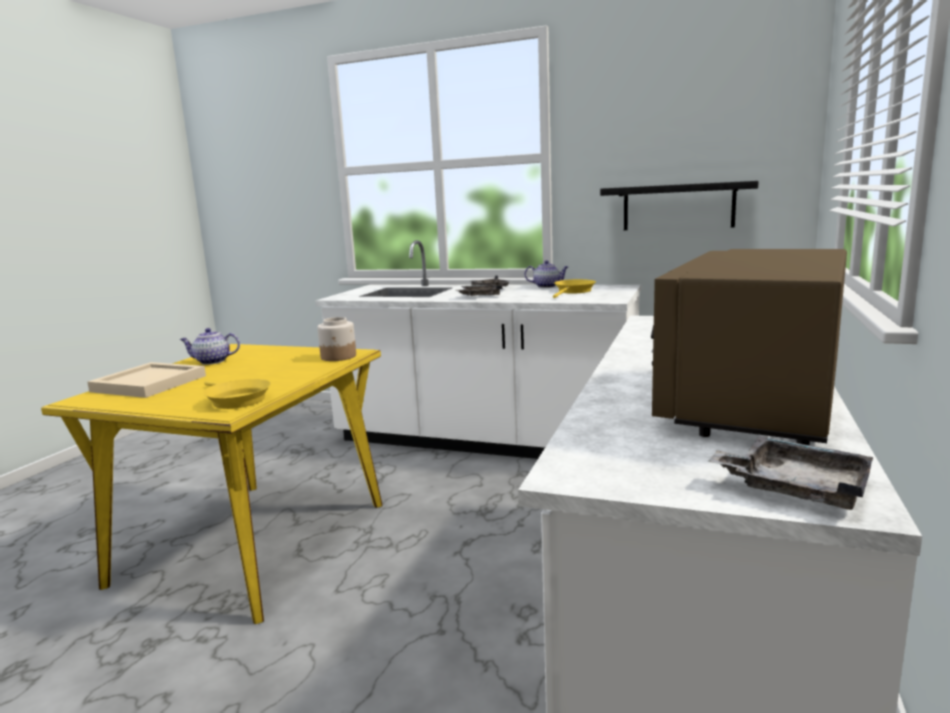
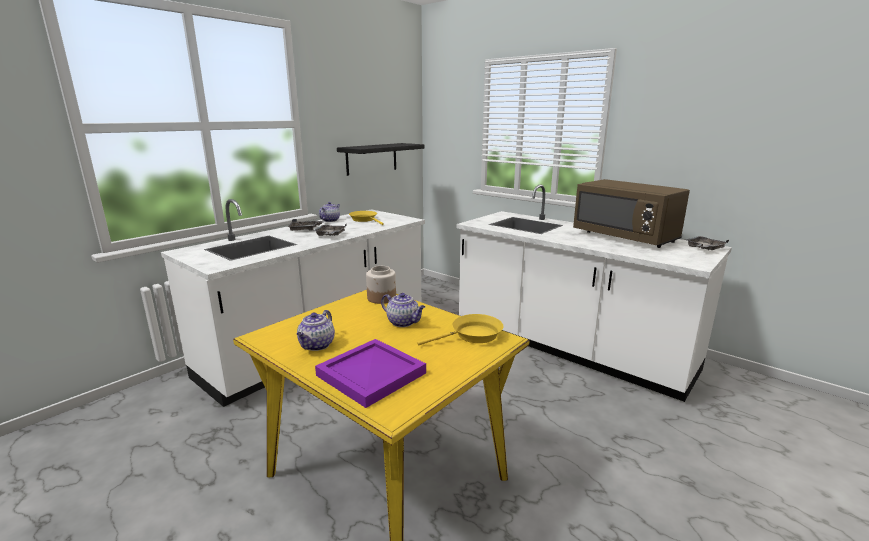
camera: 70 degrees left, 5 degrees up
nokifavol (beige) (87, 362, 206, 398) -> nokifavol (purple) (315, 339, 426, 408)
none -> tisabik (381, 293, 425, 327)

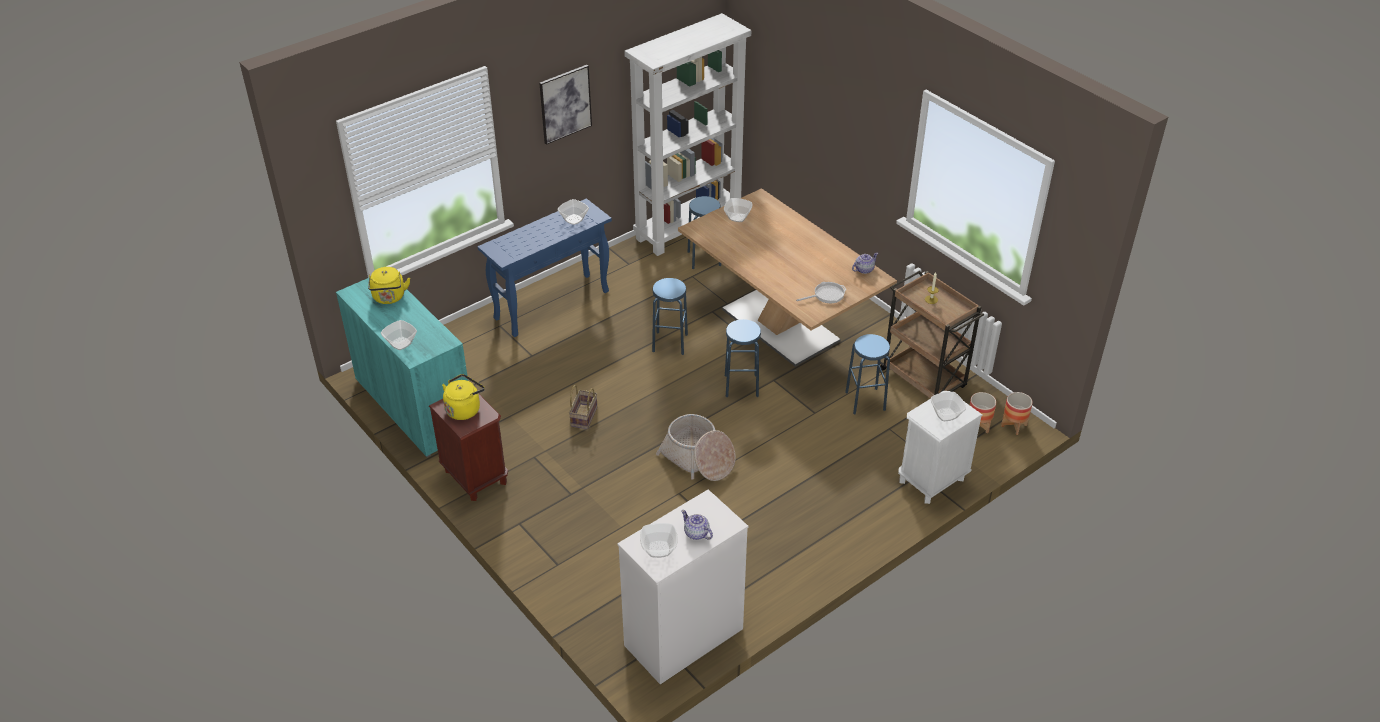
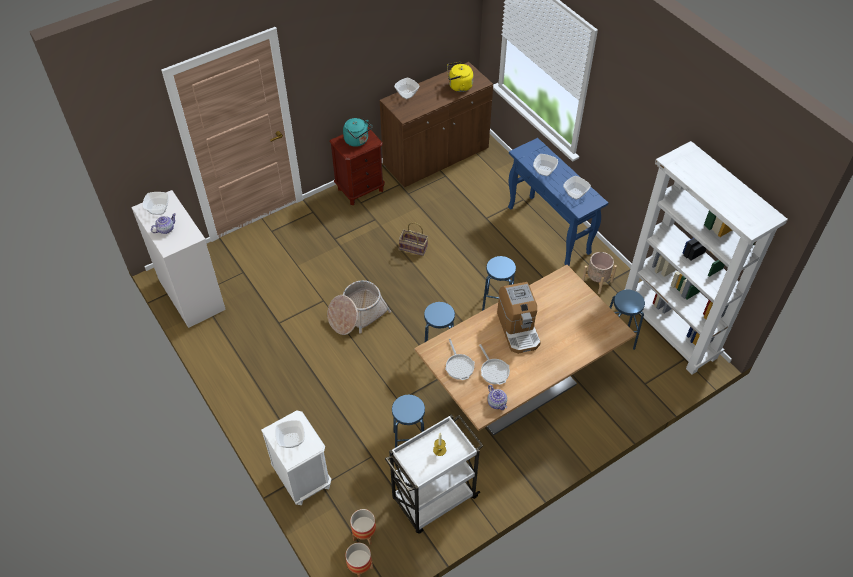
camera: 95 degrees right, 10 degrees up
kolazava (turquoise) (336, 278, 468, 457) -> kolazava (brown) (379, 62, 493, 187)
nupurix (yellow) (442, 374, 485, 420) -> nupurix (turquoise) (343, 118, 372, 147)
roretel (539, 65, 592, 145) -> none
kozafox (724, 198, 752, 222) -> kozafox (533, 154, 558, 176), moved
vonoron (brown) (880, 271, 984, 399) -> vonoron (white) (385, 414, 483, 534)
none -> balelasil (479, 344, 510, 385)
none -> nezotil (497, 282, 541, 354)
none -> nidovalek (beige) (582, 252, 617, 294)

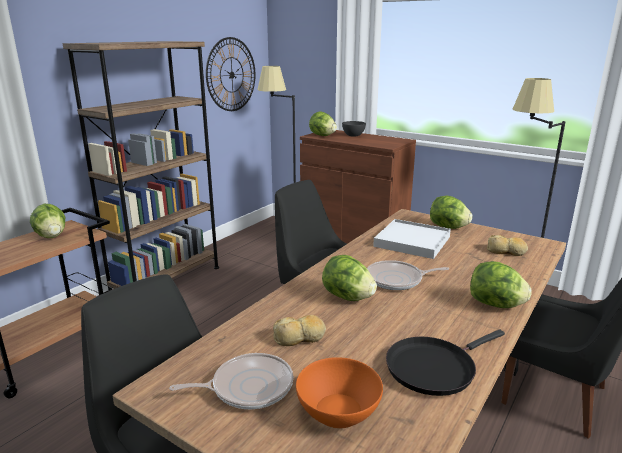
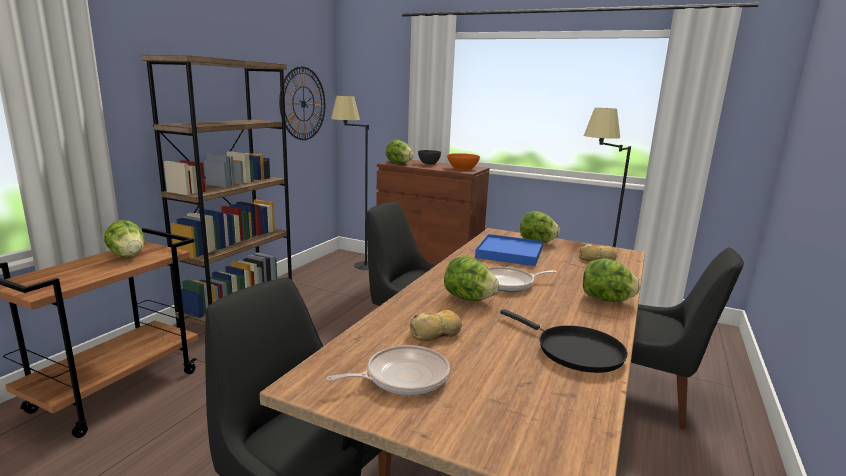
camera: 10 degrees left, 5 degrees down
kozafox (orange) (296, 357, 383, 428) -> kozafox (orange) (447, 153, 480, 170), moved
nokifavol (white) (373, 219, 451, 259) -> nokifavol (blue) (475, 234, 543, 266)
balelasil (black) (386, 329, 505, 396) -> balelasil (black) (500, 309, 628, 373), 90 degrees counterclockwise

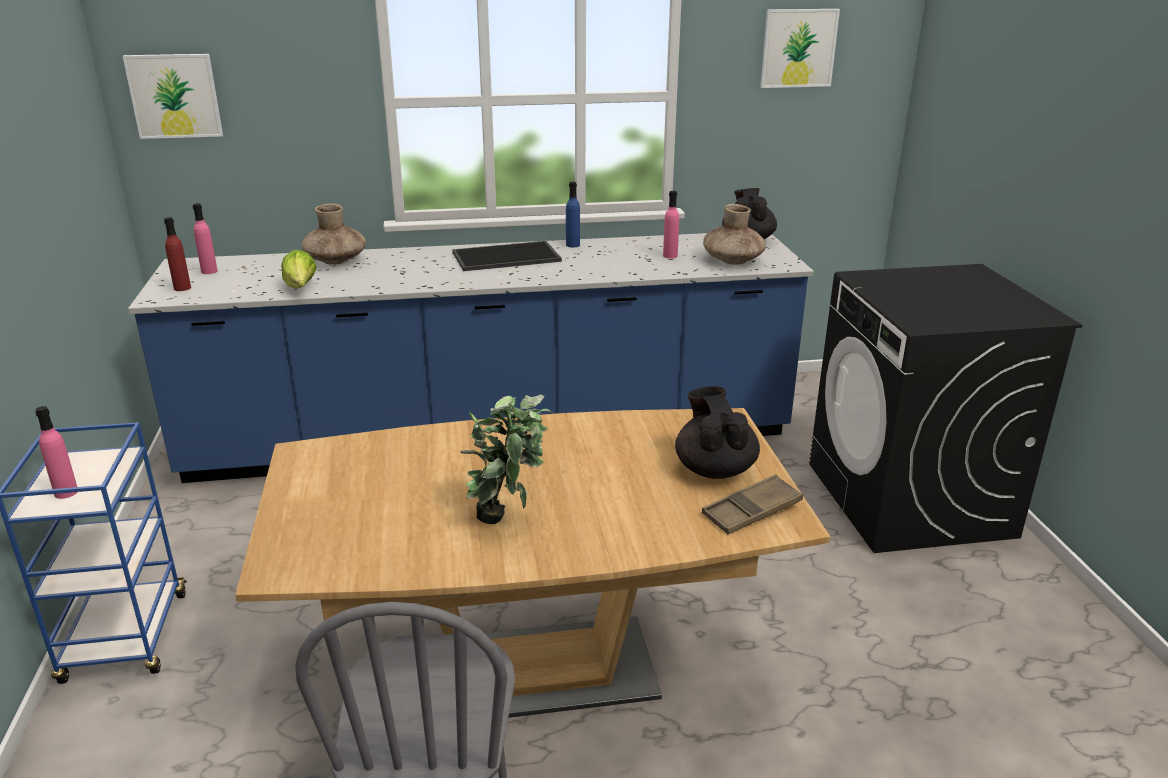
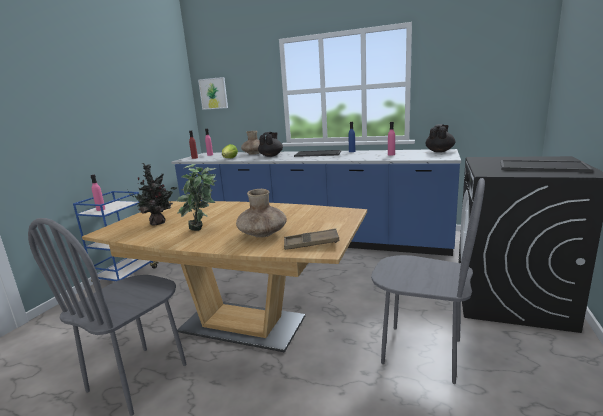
camera: 30 degrees right, 10 degrees down
tisabik (black) (675, 386, 760, 479) -> tisabik (black) (258, 132, 283, 157), moved
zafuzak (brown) (703, 204, 766, 265) -> zafuzak (brown) (236, 189, 287, 238), moved
roretel (760, 9, 840, 88) -> none
none -> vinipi (129, 163, 177, 226)
none -> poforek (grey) (371, 178, 485, 384)
none -> nokifavol (500, 160, 593, 172)

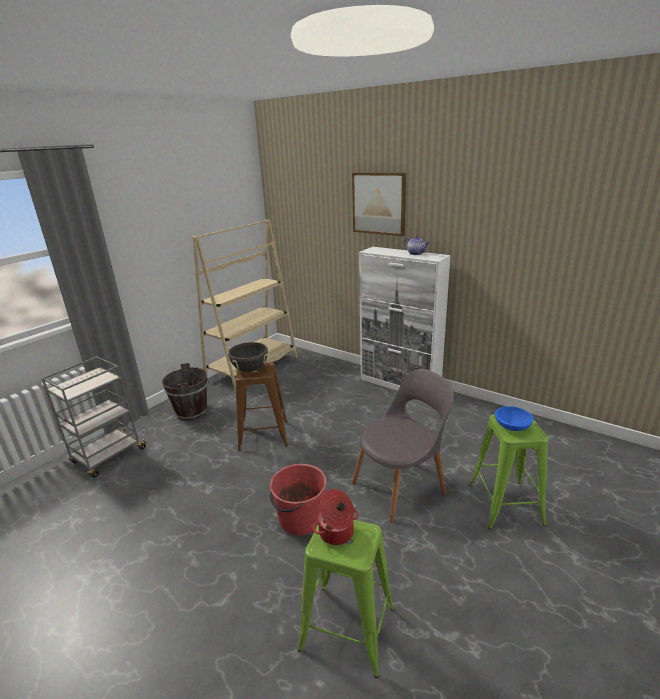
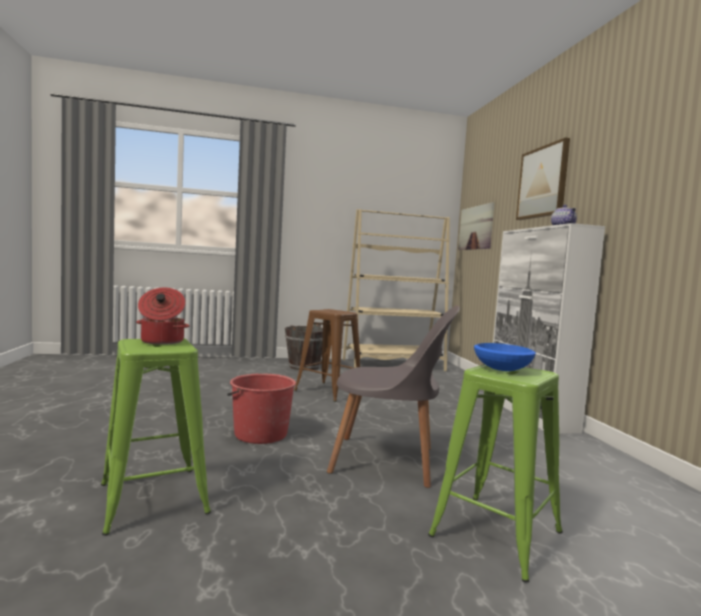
camera: 40 degrees right, 20 degrees down
vonoron (grey) (42, 356, 147, 478) -> none
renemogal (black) (228, 341, 269, 372) -> none
none -> roretel (458, 202, 495, 250)

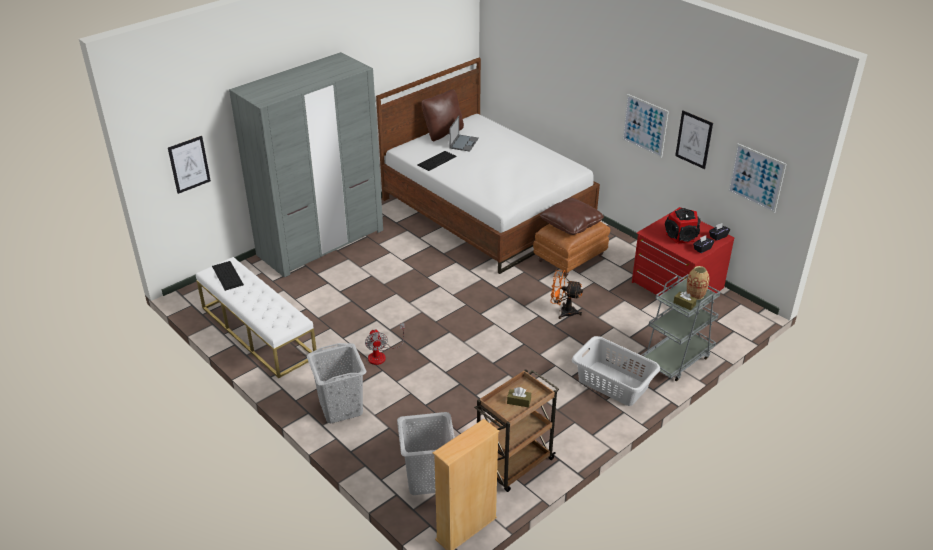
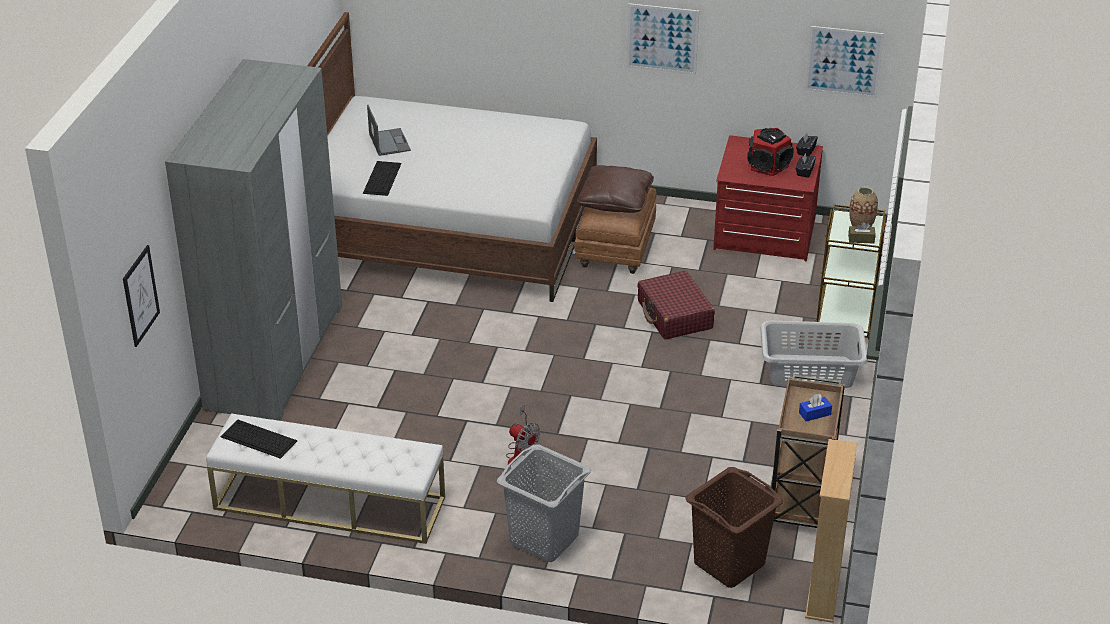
camera: 35 degrees left, 0 degrees up
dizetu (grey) (397, 412, 455, 495) -> dizetu (brown) (685, 467, 783, 588)
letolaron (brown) (422, 89, 464, 141) -> none
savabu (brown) (507, 387, 531, 408) -> savabu (blue) (799, 394, 832, 421)
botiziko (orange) (550, 270, 583, 319) -> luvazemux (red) (637, 271, 715, 340)
vonoron (grey) (641, 274, 720, 381) -> vonoron (brown) (815, 204, 886, 340)
roretel (675, 111, 713, 169) -> none

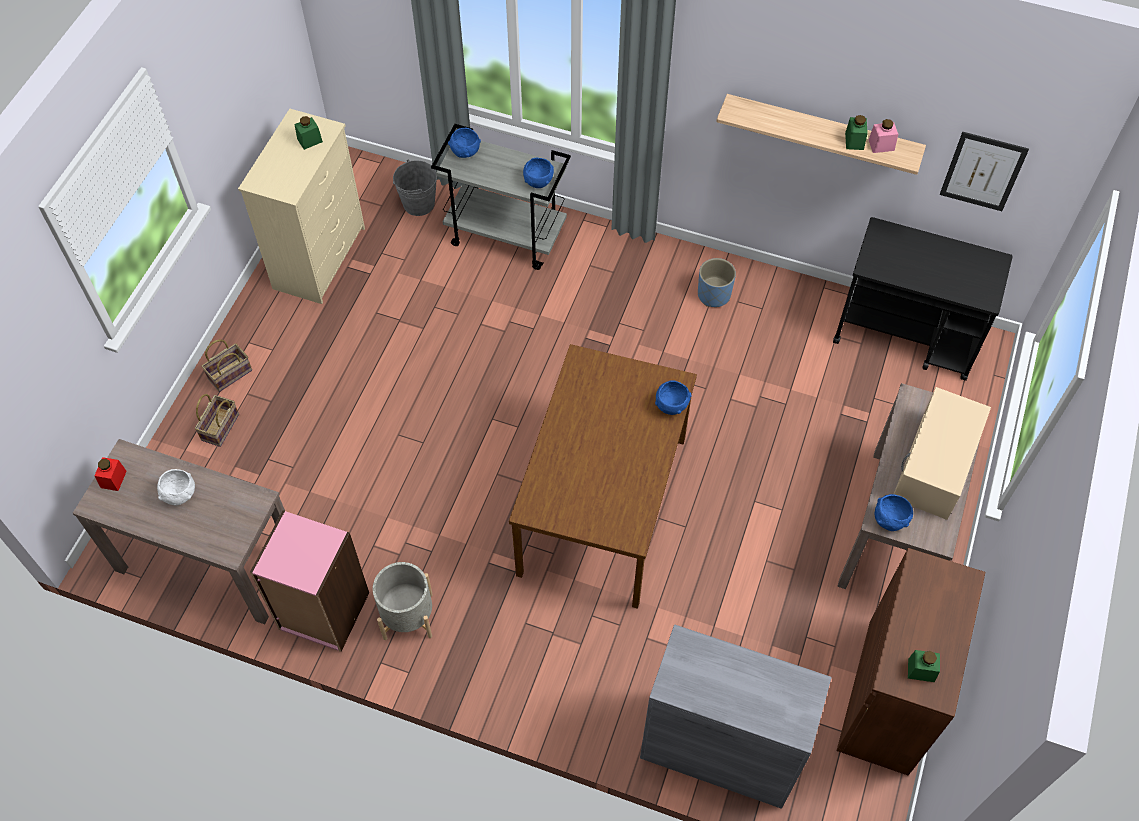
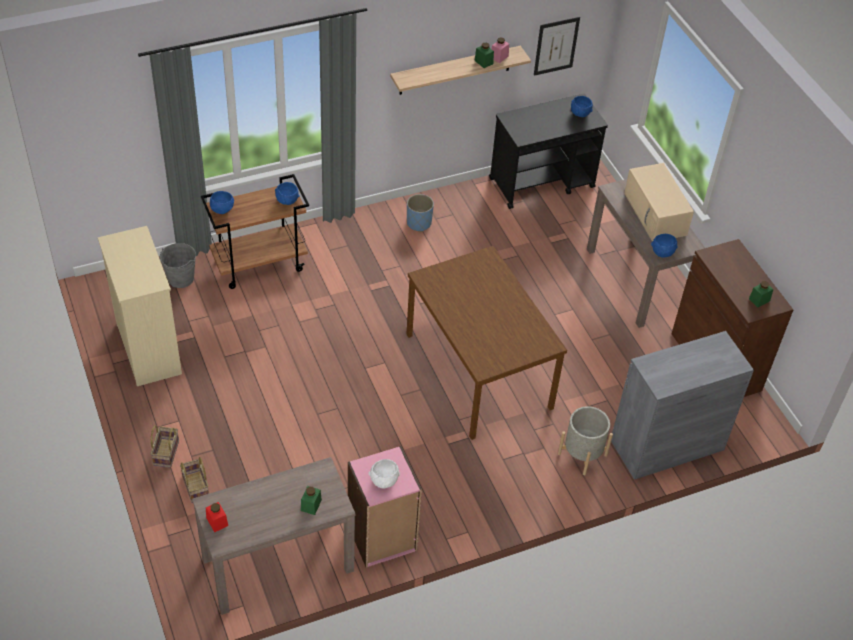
camera: 45 degrees left, 10 degrees down
kozafox (white) (157, 469, 195, 505) -> kozafox (white) (369, 459, 400, 488), moved
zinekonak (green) (294, 116, 323, 150) -> zinekonak (green) (301, 486, 322, 515), moved
nidovalek (grey) (373, 562, 433, 640) -> nidovalek (grey) (558, 406, 613, 475), moved
vonoron (grey) (431, 124, 571, 270) -> vonoron (brown) (201, 174, 309, 289)
kozafox (blue) (655, 380, 691, 415) -> kozafox (blue) (571, 96, 593, 117), moved

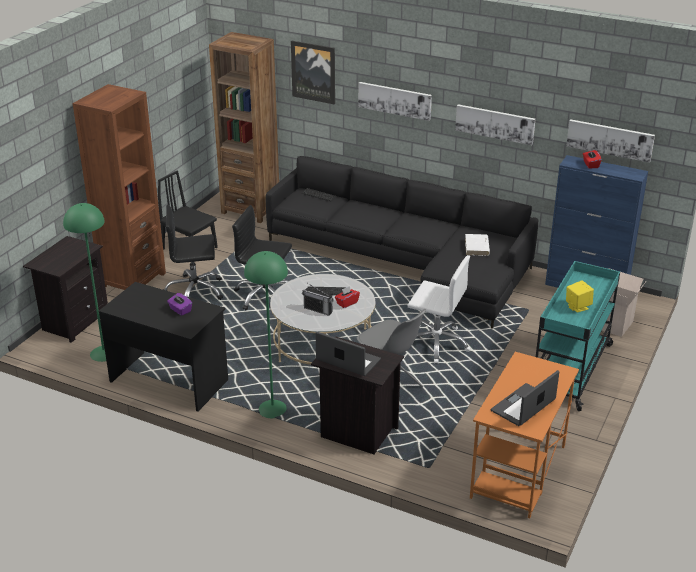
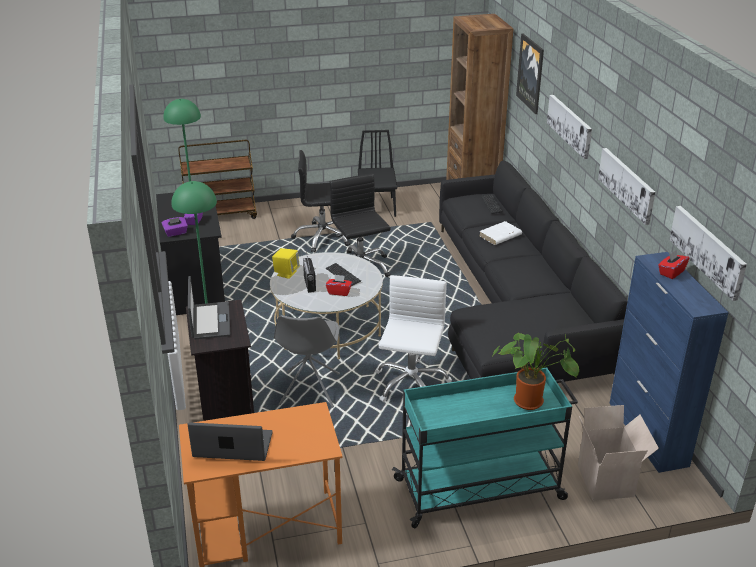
camera: 50 degrees right, 0 degrees up
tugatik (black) (23, 236, 108, 343) -> vonoron (brown) (178, 140, 257, 219)
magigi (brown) (73, 84, 166, 290) -> none
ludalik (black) (163, 205, 223, 300) -> ludalik (black) (291, 150, 350, 253), 45 degrees counterclockwise
ludalik (white) (408, 255, 471, 364) -> ludalik (white) (375, 275, 452, 402), 150 degrees counterclockwise
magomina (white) (465, 234, 490, 256) -> magomina (white) (480, 221, 522, 245), moved
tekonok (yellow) (566, 280, 594, 312) -> tekonok (yellow) (272, 248, 300, 279), moved
none -> savabu (purple) (161, 217, 188, 237)
none -> vinipi (493, 333, 579, 410)

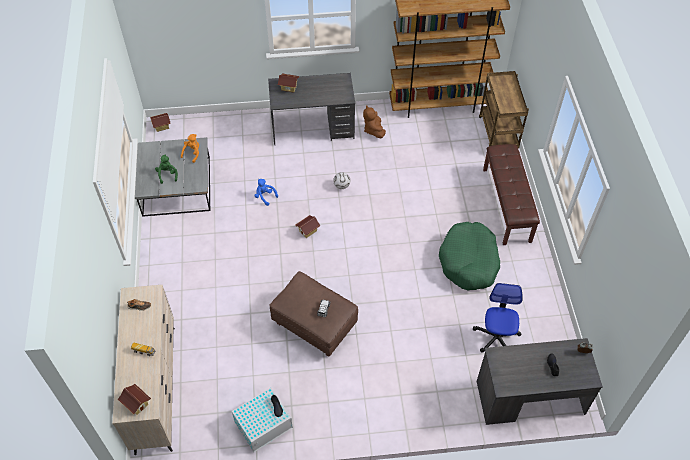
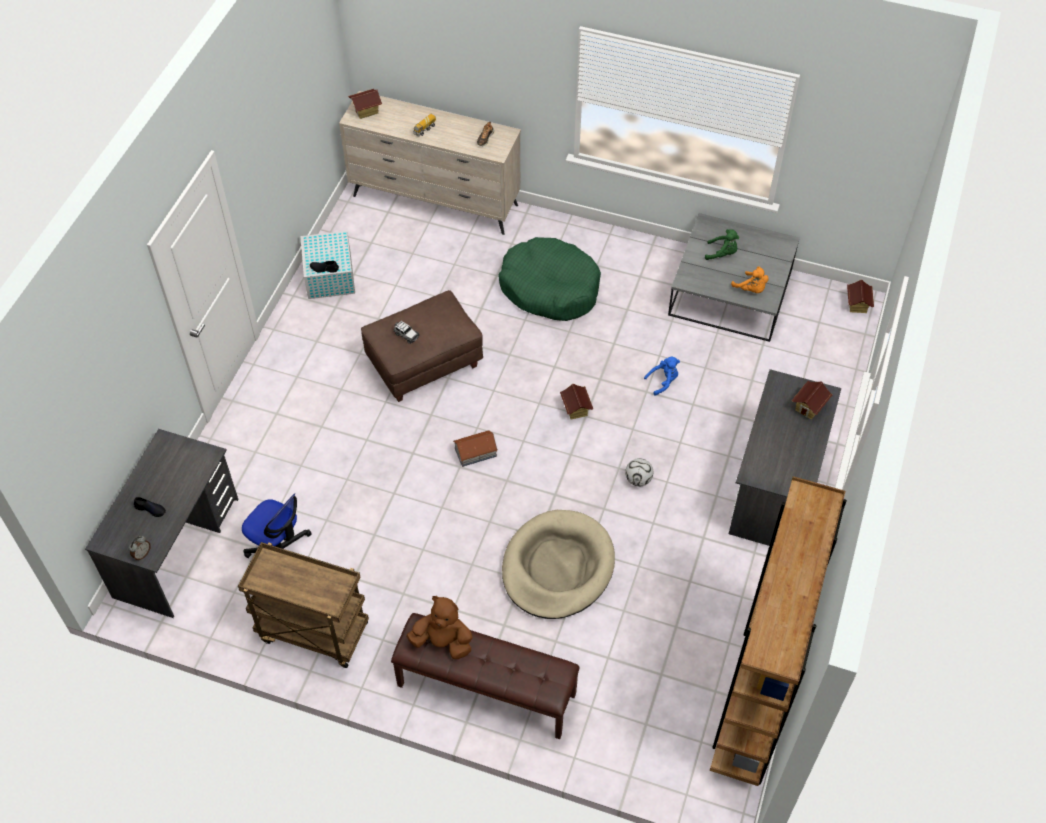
camera: 115 degrees right, 0 degrees up
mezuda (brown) (363, 106, 386, 138) -> mezuda (brown) (406, 596, 473, 659), moved
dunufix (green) (439, 222, 500, 290) -> dunufix (green) (498, 237, 601, 321), moved
vonoron (brown) (479, 71, 529, 148) -> vonoron (brown) (238, 542, 369, 668), moved
none -> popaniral (453, 430, 498, 467)
none -> dunufix (beige) (502, 510, 615, 619)

